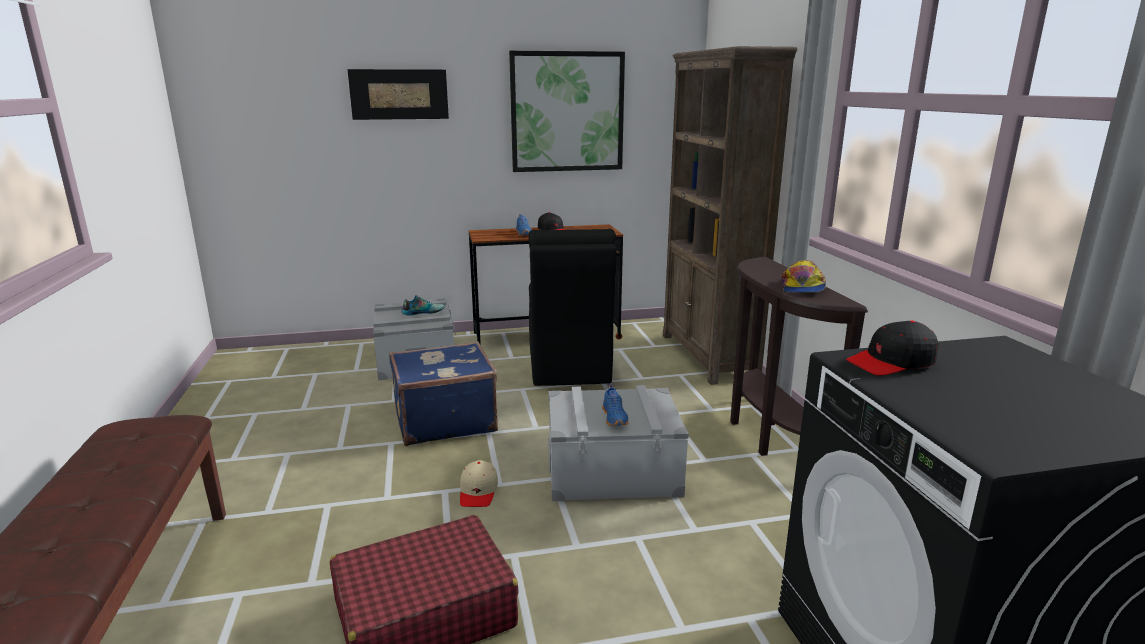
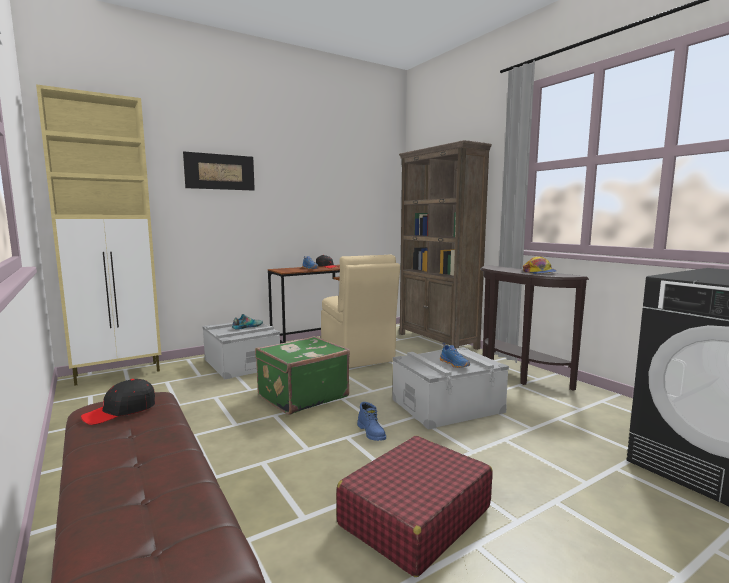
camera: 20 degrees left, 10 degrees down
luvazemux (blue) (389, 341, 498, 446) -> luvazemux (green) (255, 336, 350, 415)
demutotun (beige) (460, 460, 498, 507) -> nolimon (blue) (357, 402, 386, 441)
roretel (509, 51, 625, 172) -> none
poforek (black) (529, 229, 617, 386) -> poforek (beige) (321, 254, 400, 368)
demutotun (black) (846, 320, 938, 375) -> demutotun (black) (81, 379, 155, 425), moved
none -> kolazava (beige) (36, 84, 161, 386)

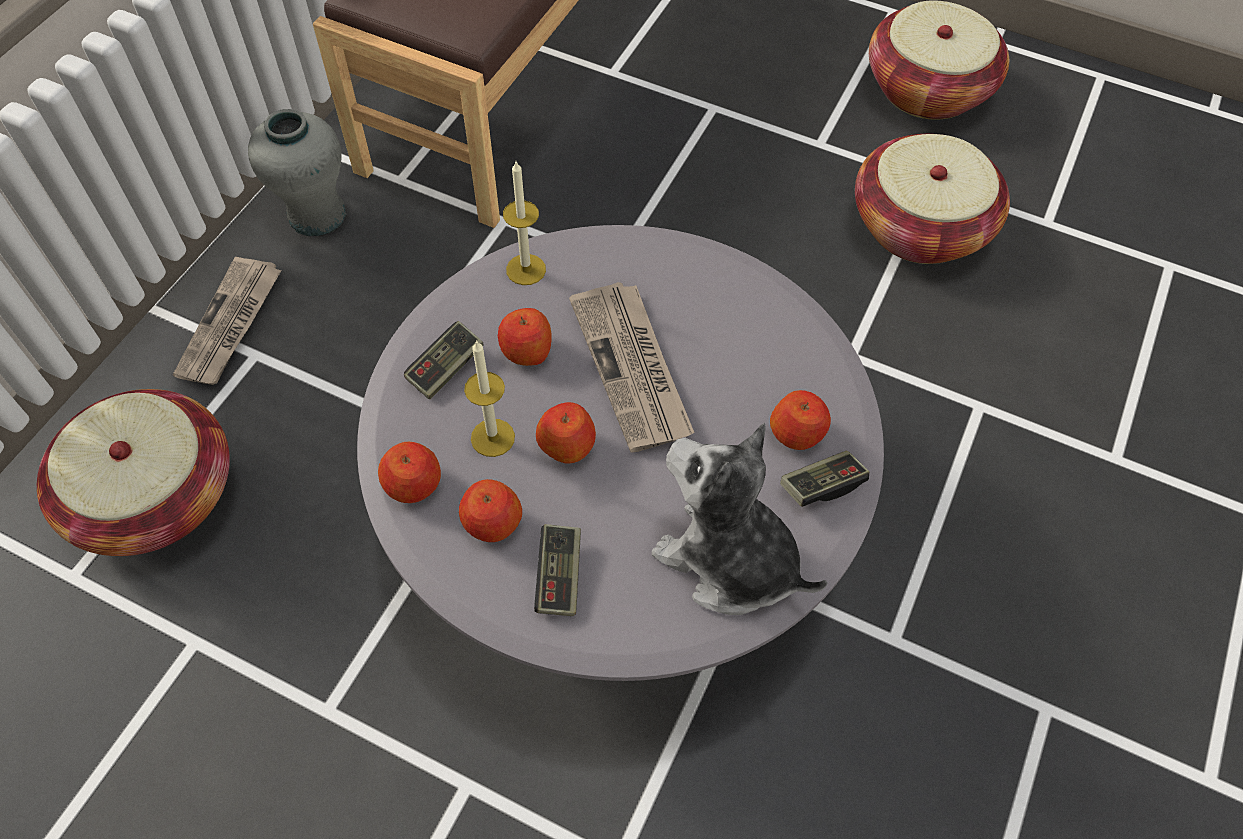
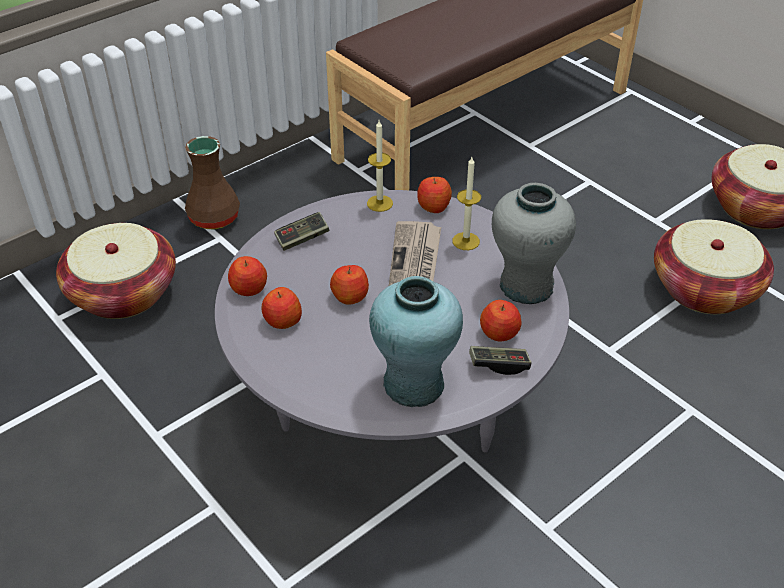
camera: 25 degrees right, 15 degrees down
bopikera (173, 257, 281, 385) -> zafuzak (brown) (185, 136, 240, 229)
zafuzak (grey) (248, 109, 347, 236) -> zafuzak (grey) (492, 183, 576, 304), moved
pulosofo (464, 340, 515, 457) -> pulosofo (452, 157, 481, 250), moved
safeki (498, 308, 551, 366) -> safeki (417, 177, 452, 213), moved
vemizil (534, 524, 581, 616) -> none
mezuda (652, 423, 827, 615) -> zafuzak (turquoise) (369, 276, 463, 407)

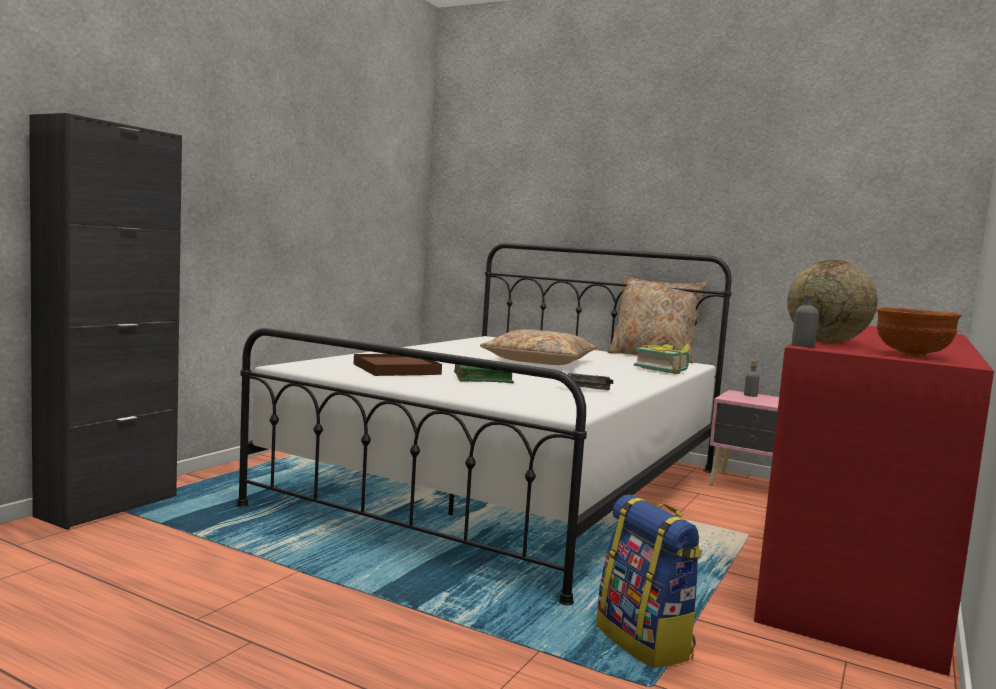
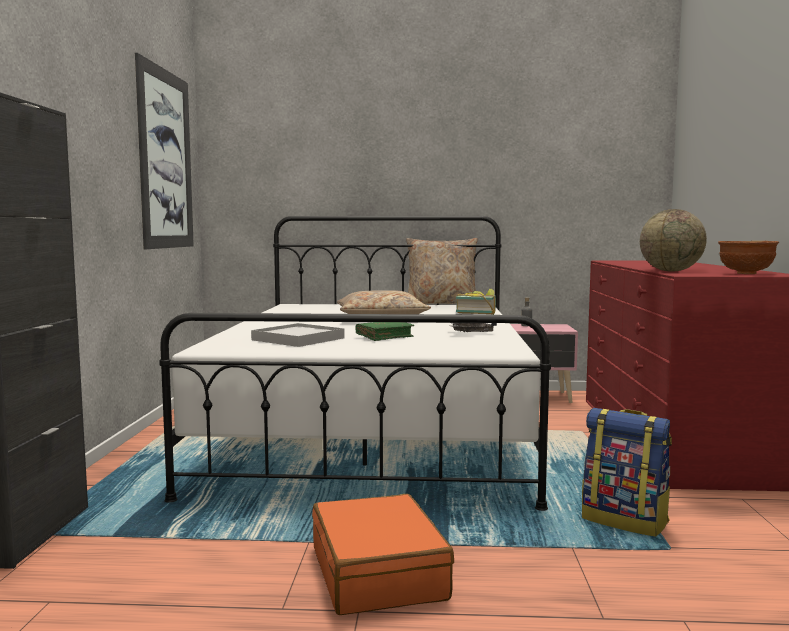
camera: 25 degrees left, 0 degrees up
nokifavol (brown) (354, 354, 442, 376) -> nokifavol (white) (251, 323, 345, 347)
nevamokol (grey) (792, 287, 819, 347) -> none
none -> roretel (135, 53, 194, 249)
none -> luvazemux (orange) (312, 494, 454, 615)

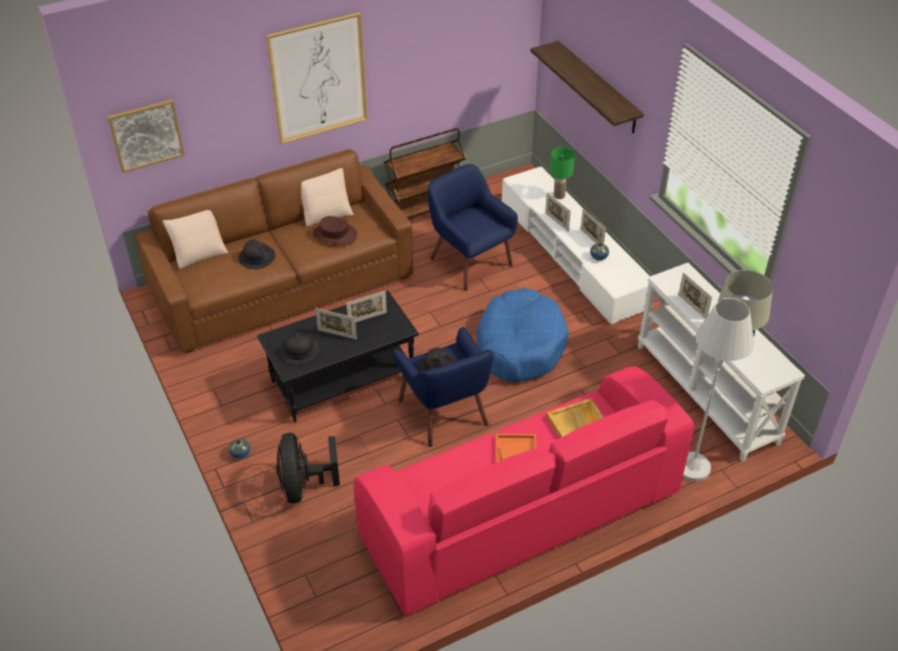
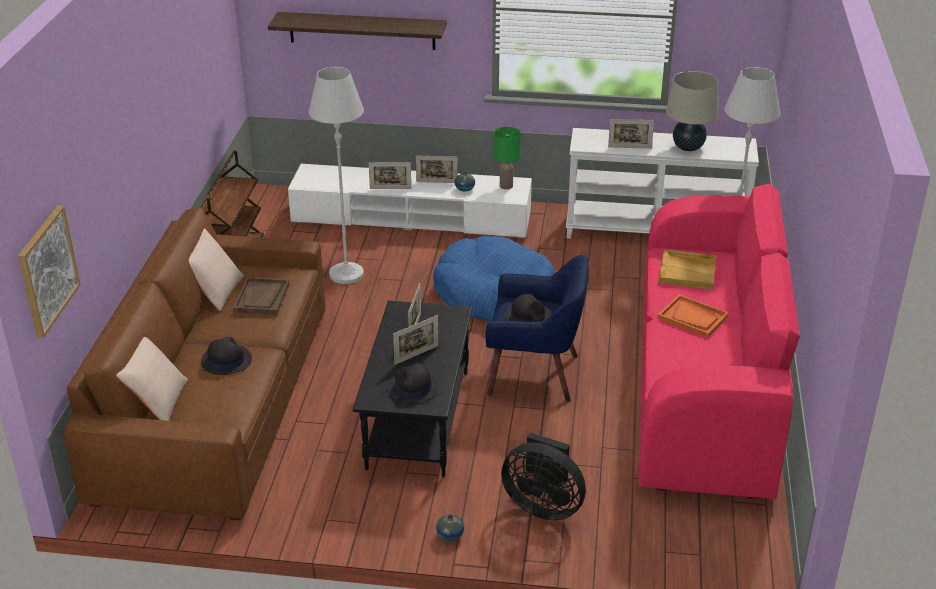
camera: 55 degrees left, 10 degrees down
roretel (266, 12, 368, 144) -> none
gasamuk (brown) (313, 216, 357, 245) -> nokifavol (brown) (233, 277, 289, 315)
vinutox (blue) (428, 164, 518, 291) -> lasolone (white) (308, 67, 364, 284)
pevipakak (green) (550, 147, 575, 199) -> pevipakak (green) (493, 127, 521, 190), moved

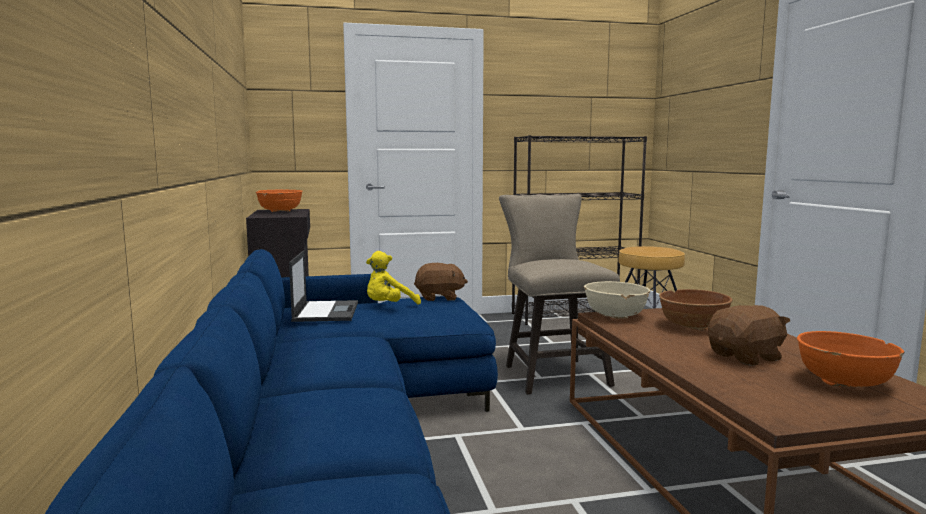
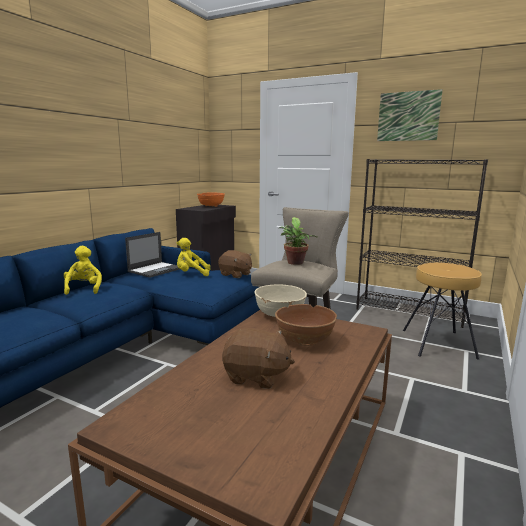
camera: 40 degrees right, 5 degrees up
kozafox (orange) (797, 331, 904, 387) -> none
none -> mezuda (yellow) (64, 246, 102, 295)
none -> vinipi (279, 217, 318, 265)
none -> roretel (377, 89, 443, 141)

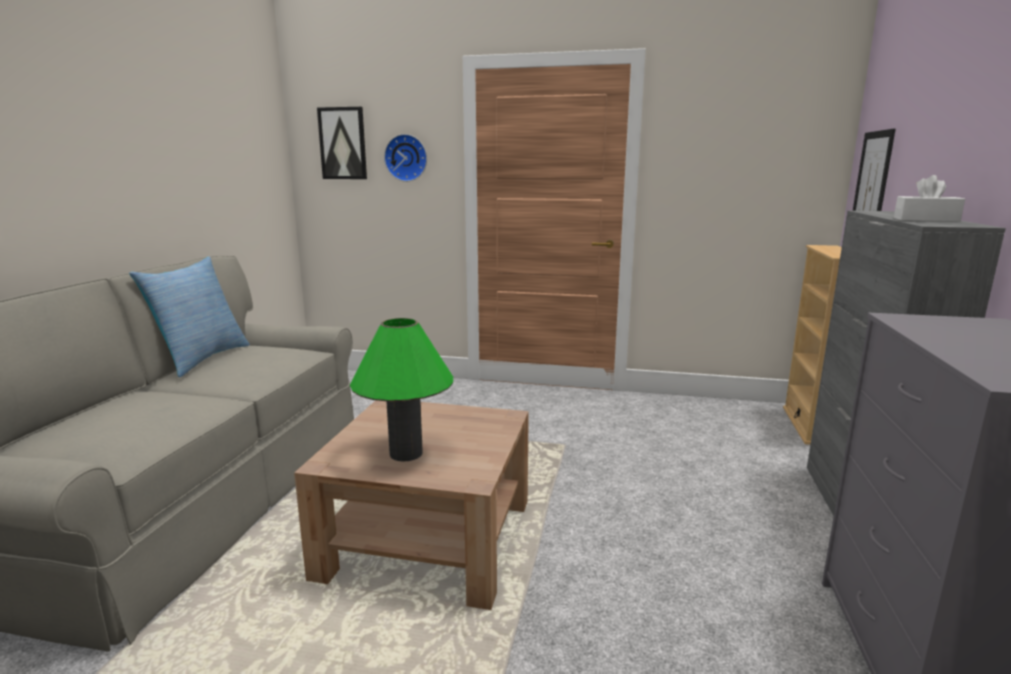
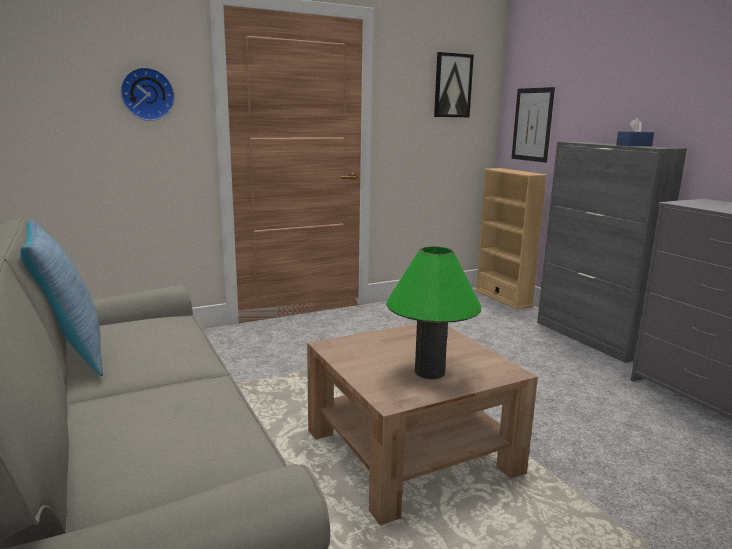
camera: 40 degrees left, 0 degrees up
roretel (317, 107, 367, 179) -> roretel (434, 52, 474, 117), moved
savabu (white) (894, 175, 965, 222) -> savabu (blue) (616, 118, 654, 146)

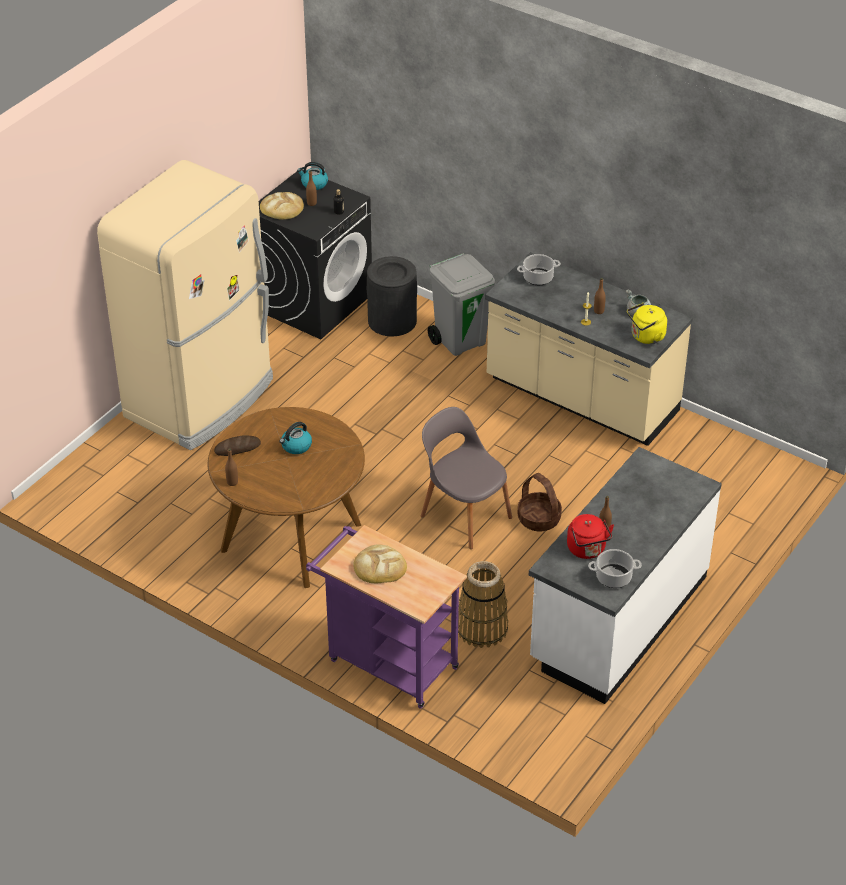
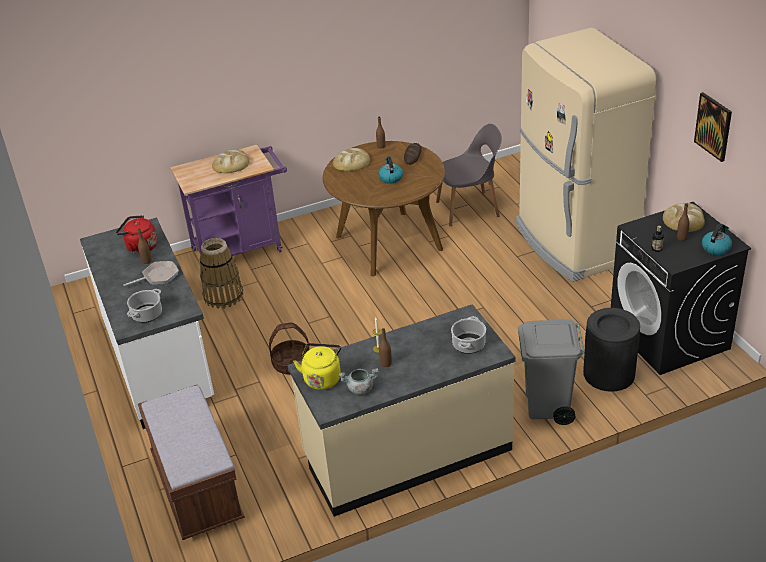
camera: 125 degrees right, 5 degrees down
poforek (grey) (421, 407, 512, 549) -> poforek (grey) (436, 124, 502, 226), moved
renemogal (588, 549, 642, 588) -> renemogal (127, 289, 162, 323), moved
none -> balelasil (123, 261, 179, 286)
none -> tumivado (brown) (138, 385, 245, 540)
none -> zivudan (333, 148, 370, 171)
none -> roretel (694, 92, 732, 162)

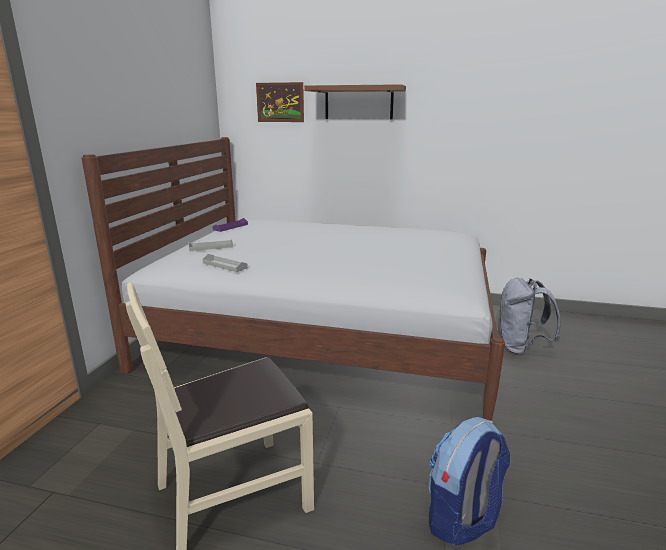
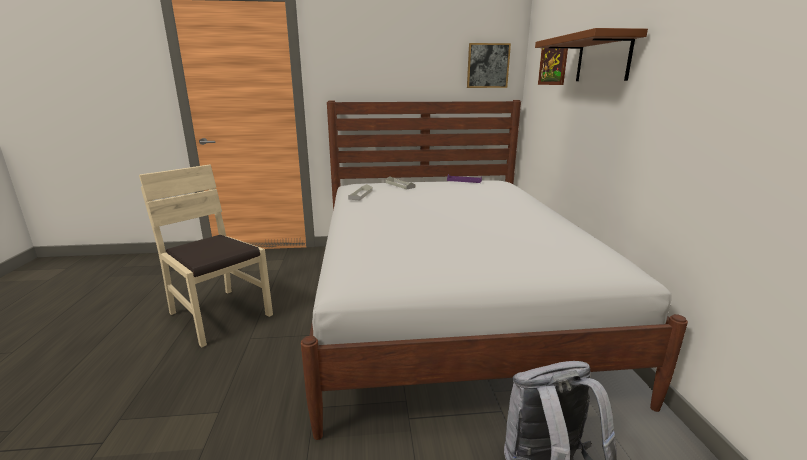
camera: 70 degrees right, 0 degrees up
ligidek (429, 417, 510, 546) -> none
none -> roretel (467, 43, 511, 88)

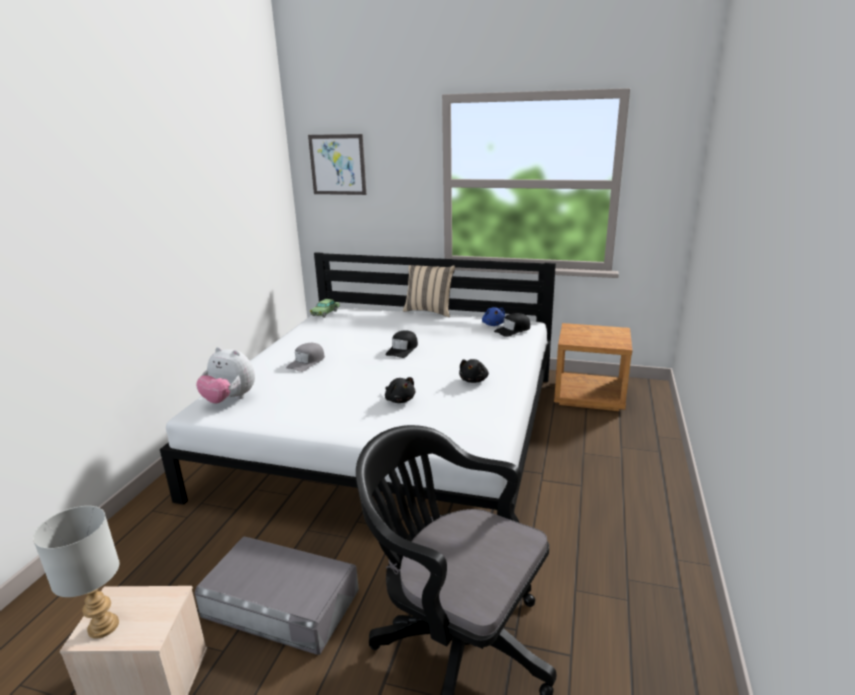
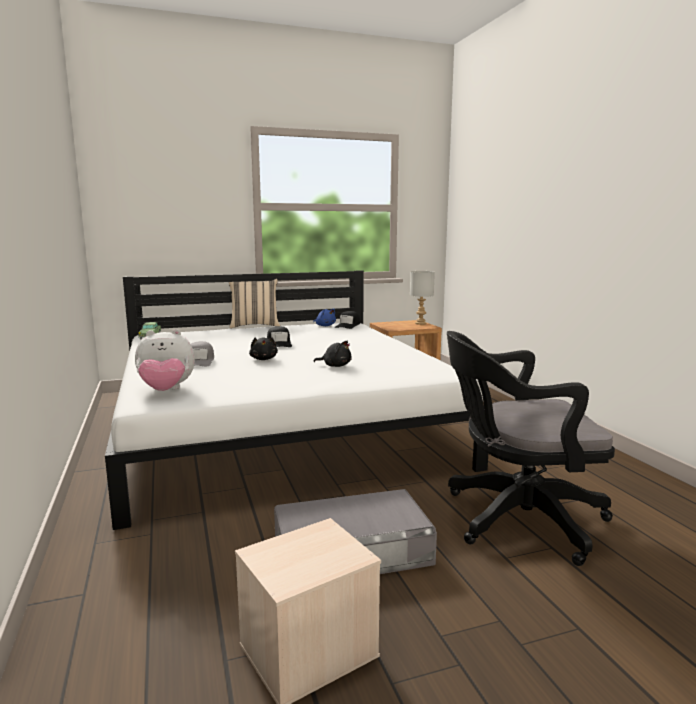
camera: 35 degrees left, 10 degrees down
pevipakak (grey) (33, 506, 119, 639) -> pevipakak (grey) (410, 271, 435, 325), moved
roretel (308, 134, 367, 195) -> none
mezuda (black) (459, 359, 489, 383) -> mezuda (black) (249, 337, 278, 360), moved

